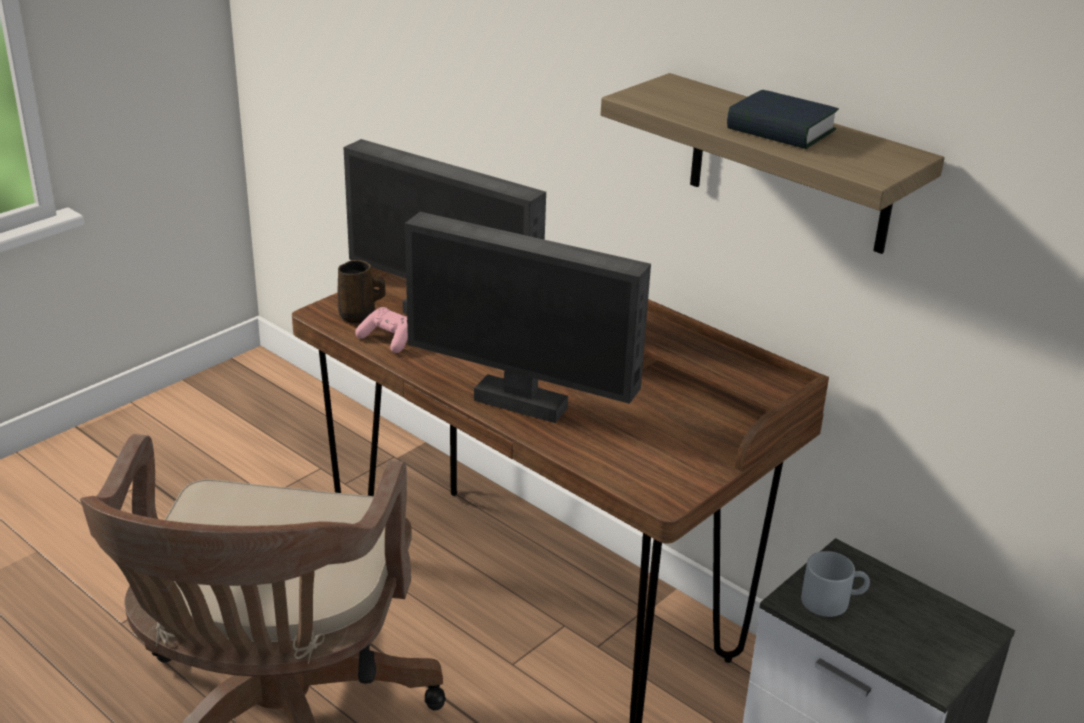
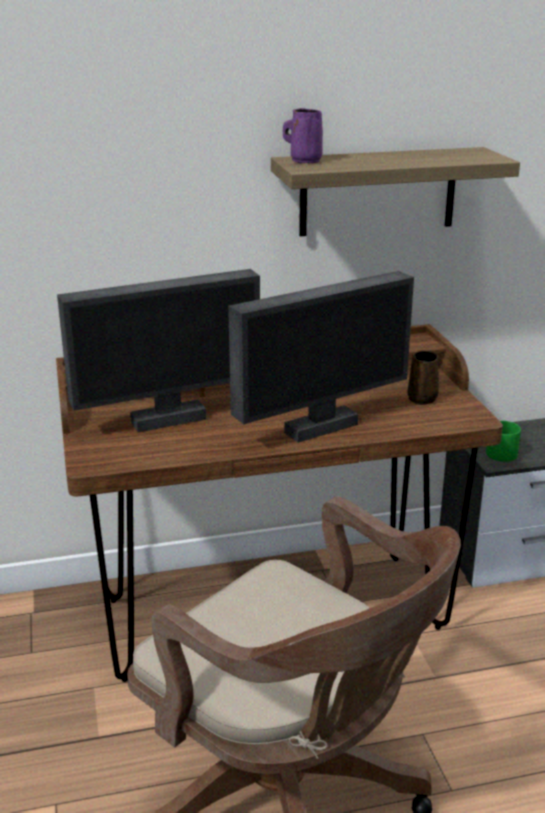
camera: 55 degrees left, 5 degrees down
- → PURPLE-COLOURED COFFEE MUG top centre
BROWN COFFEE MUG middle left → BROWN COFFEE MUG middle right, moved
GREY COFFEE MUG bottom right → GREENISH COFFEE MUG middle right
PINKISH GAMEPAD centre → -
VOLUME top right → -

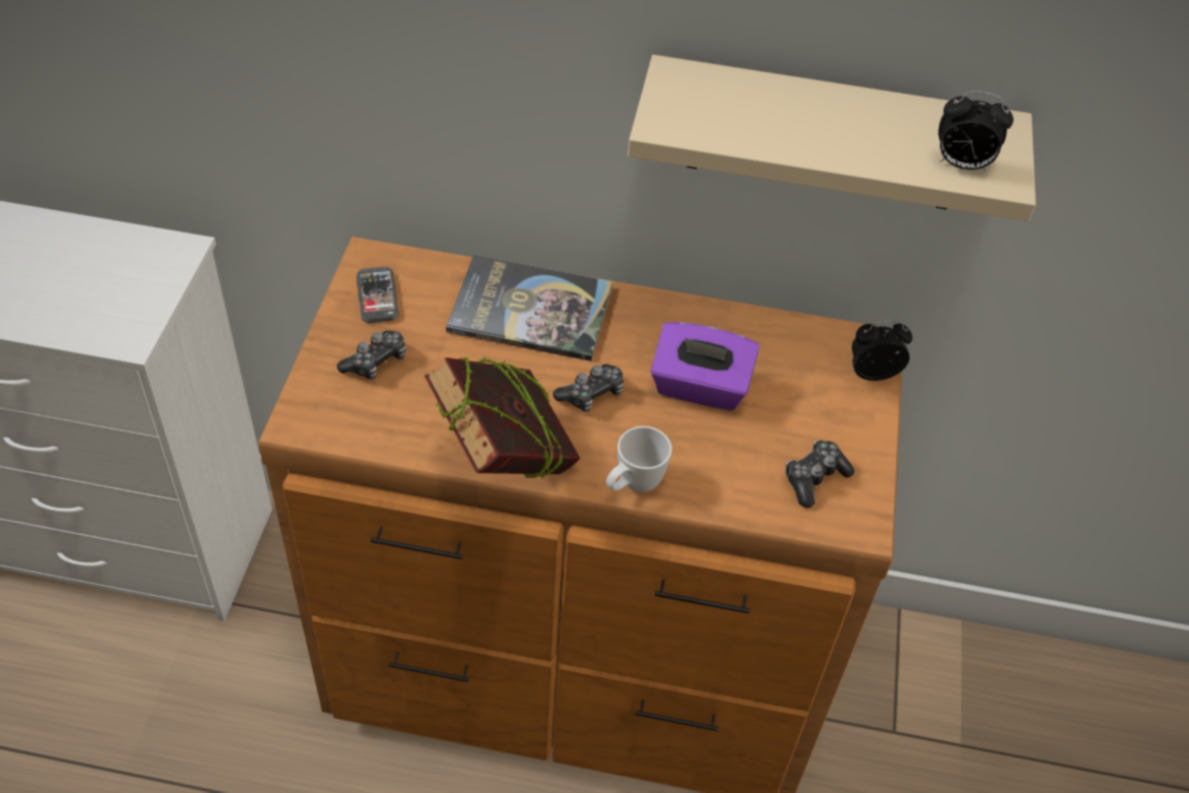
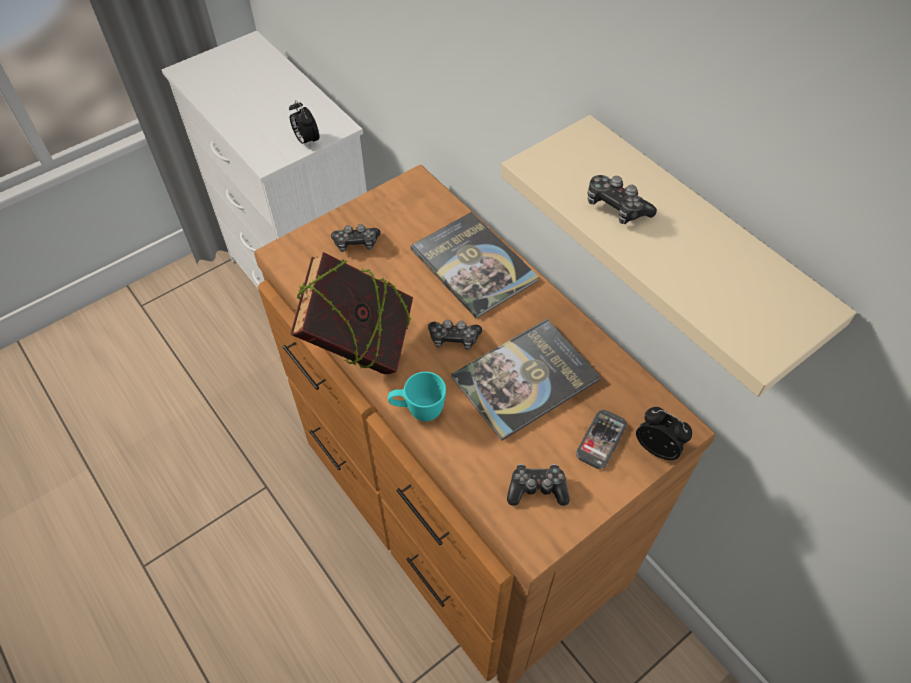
camera: 45 degrees right, 5 degrees up
BEDSIDE CLOCK (2nd from left in the first image) top right → BEDSIDE CLOCK (1st from left) top centre, moved
WHITE-COLOURED COFFEE MUG centre → BLUE-GREEN COFFEE MUG centre
PURPLE-COLOURED TISSUE BOX centre → VOLUME (3rd from left) centre
TELEPHONE middle left → TELEPHONE centre, moved
- → GAMEPAD (4th from left) top right

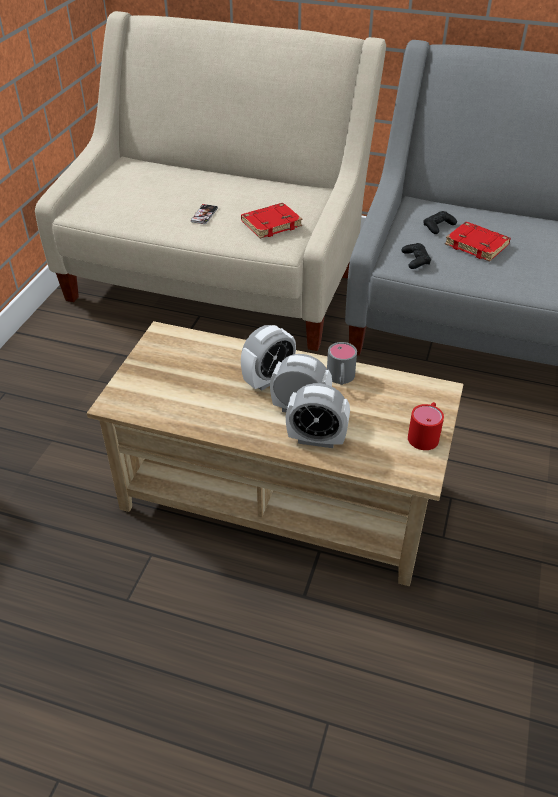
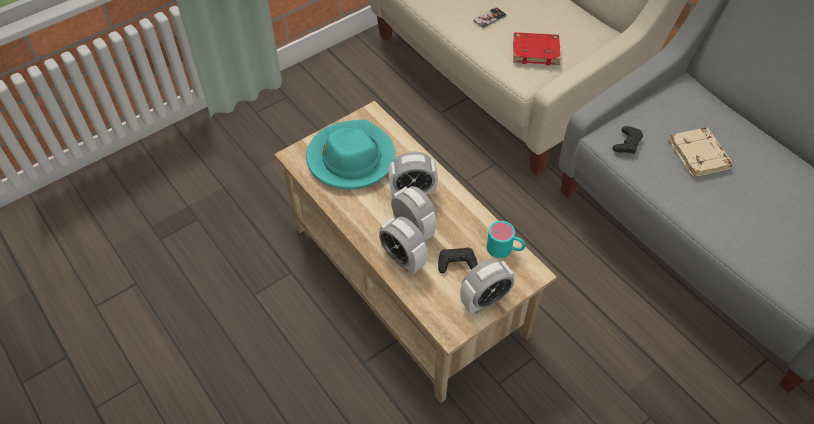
camera: 35 degrees right, 10 degrees up
- → BLUE-GREEN WEARABLE HAT centre
BLACKISH GAMEPAD (2nd from left in the first image) top right → BLACKISH GAMEPAD (1st from left) centre, moved
RED COFFEE MUG middle right → BEDSIDE CLOCK (4th from left) bottom centre
- → BLUE-GREEN COFFEE MUG centre
RED VOLUME (2nd from left) top right → BEIGE VOLUME middle right
GREY COFFEE MUG centre → -

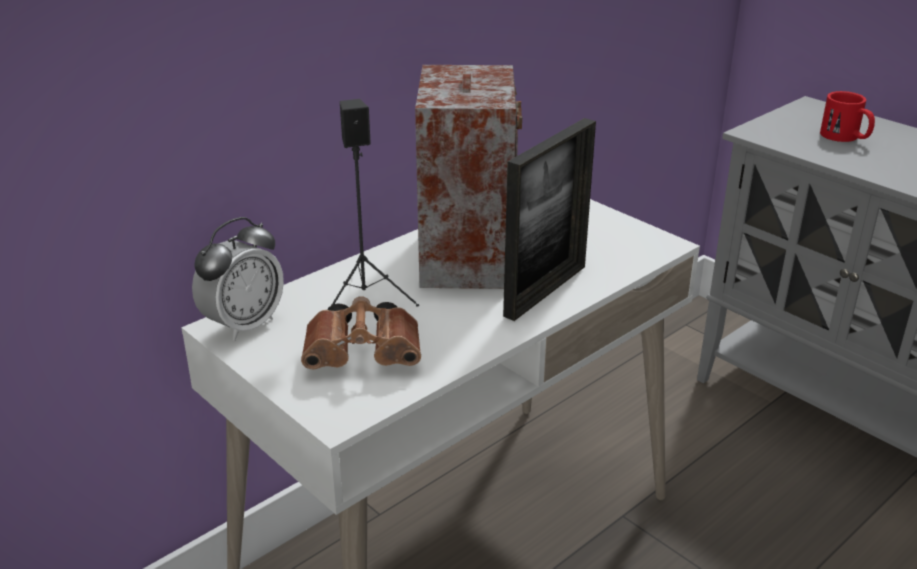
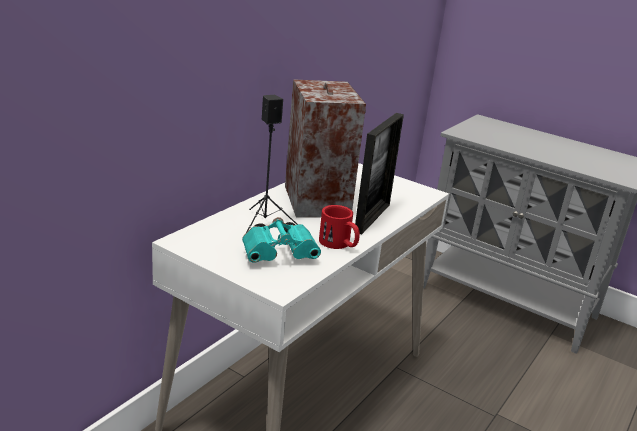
camera: 15 degrees left, 5 degrees down
BROWN FIELD GLASSES centre → BLUE-GREEN FIELD GLASSES centre
RED COFFEE MUG top right → RED COFFEE MUG centre, moved
BEDSIDE CLOCK middle left → -

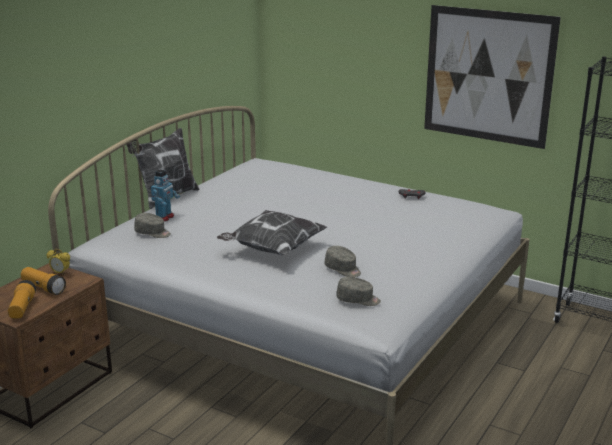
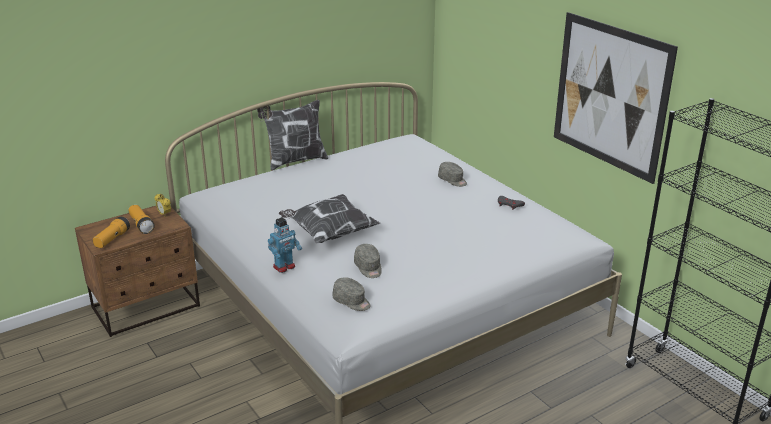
camera: 25 degrees right, 5 degrees up
TOY ROBOT middle left → TOY ROBOT centre, moved
GREY BASEBALL CAP (1st from left in the first image) middle left → GREY BASEBALL CAP (3rd from left) centre, moved

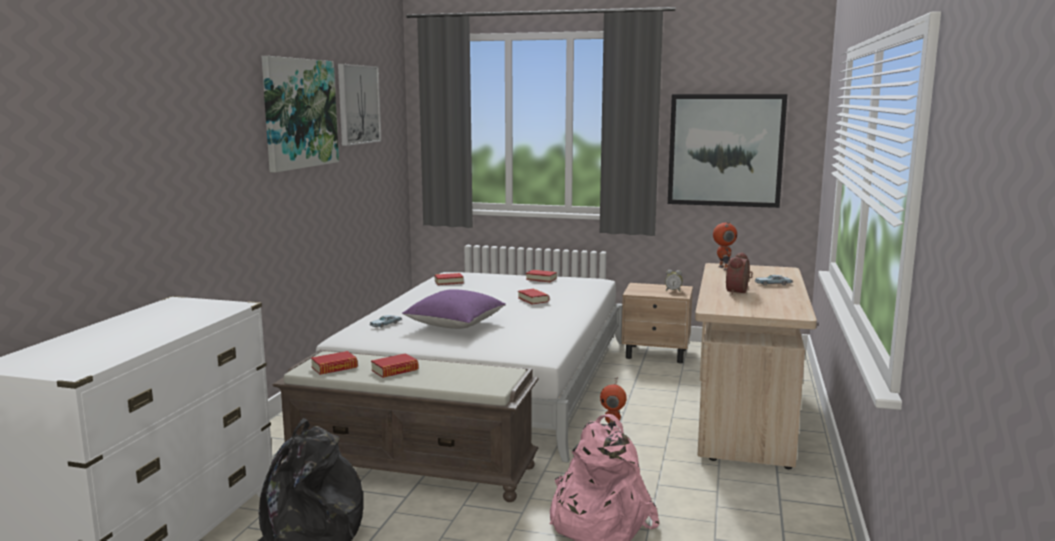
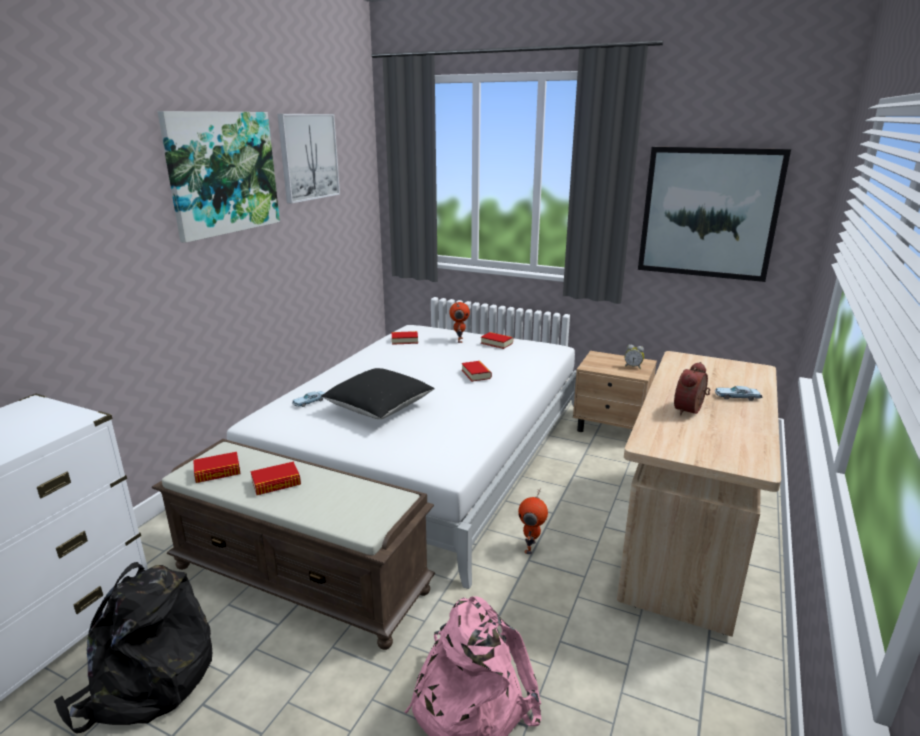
camera: 10 degrees right, 10 degrees up
PURPLE-COLOURED PILLOW centre → BLACKISH PILLOW centre
TOY ROBOT (2nd from left in the first image) middle right → TOY ROBOT (1st from left) centre, moved

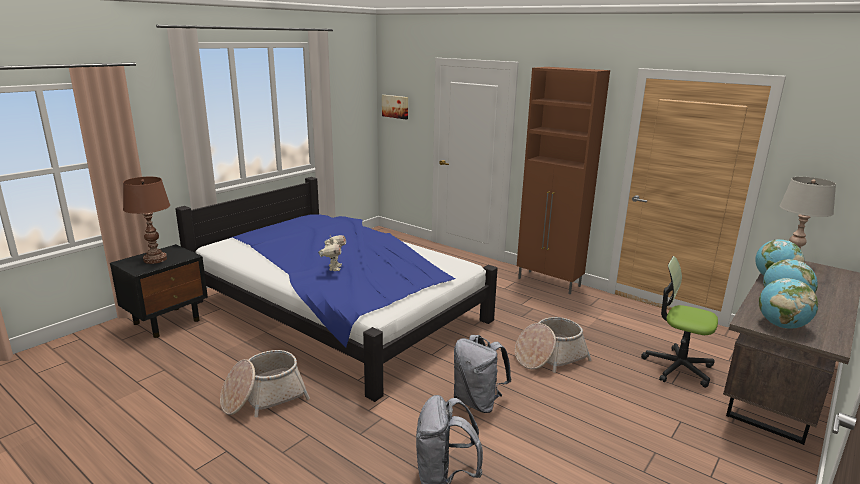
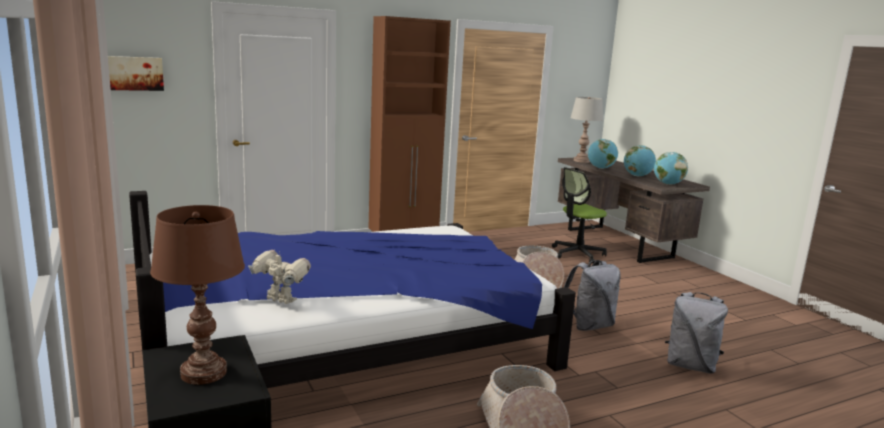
camera: 65 degrees left, 5 degrees down
TOY ROBOT centre → TOY ROBOT middle left, moved

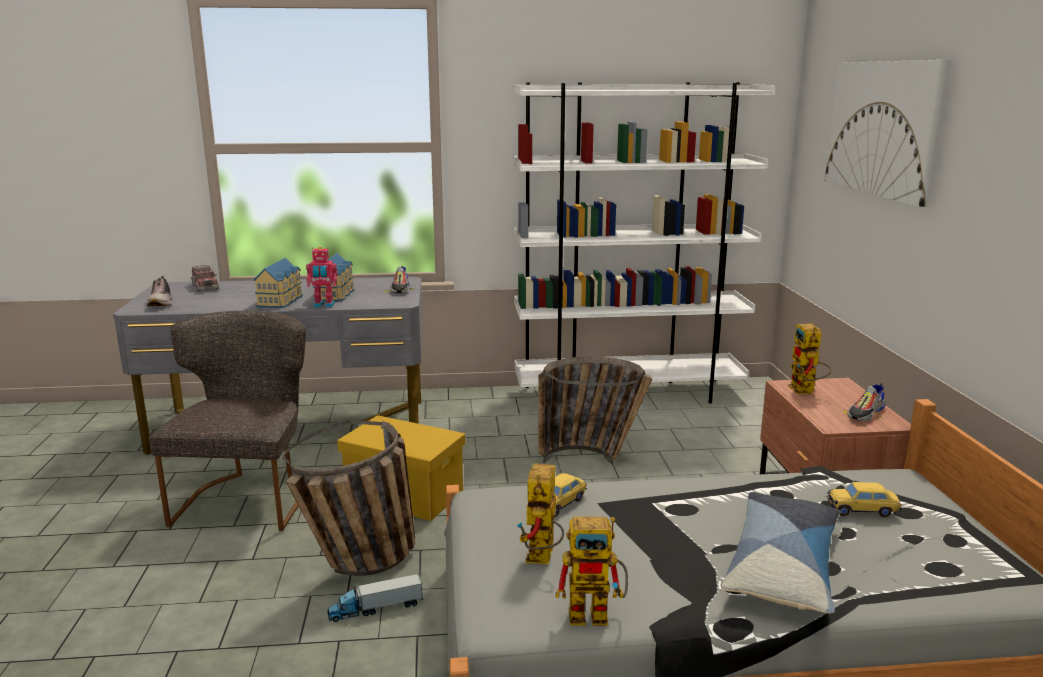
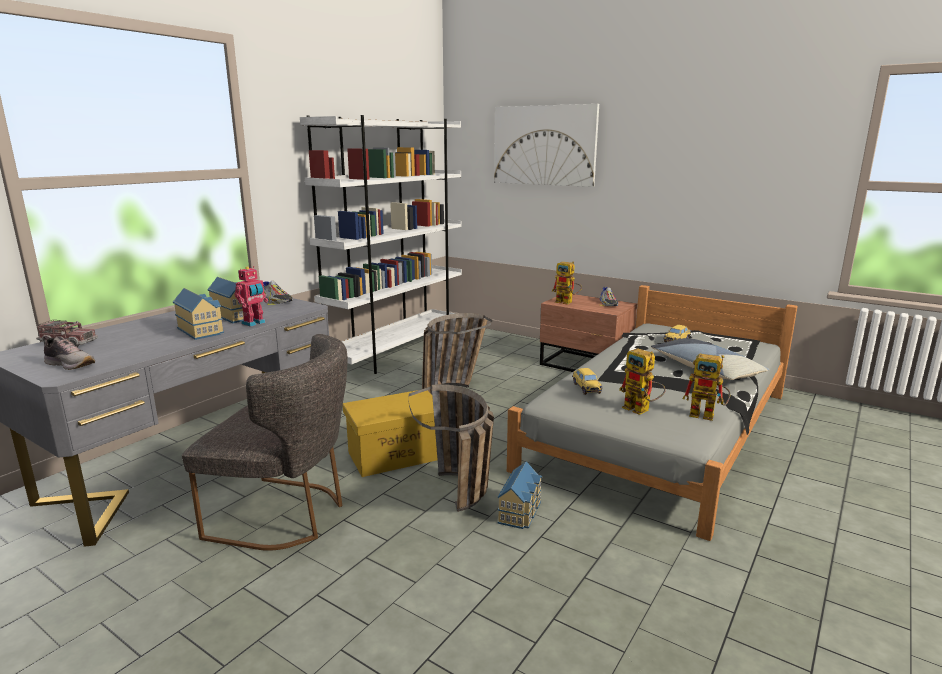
camera: 50 degrees left, 0 degrees up
GREY PLAIN CHAIR middle left, 150 degrees clockwise
TOY LORRY (2nd from left) bottom centre → MINIATURE HOUSE (3rd from left) bottom centre
TOY ROBOT (3rd from left in the first image) bottom centre → TOY ROBOT (4th from left) middle right, 75 degrees clockwise

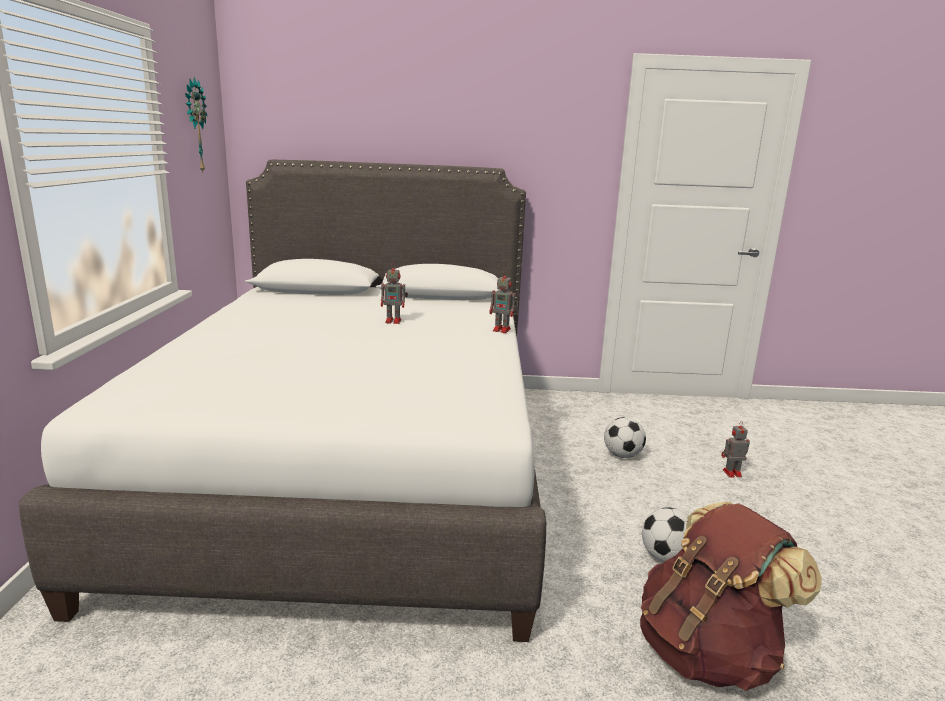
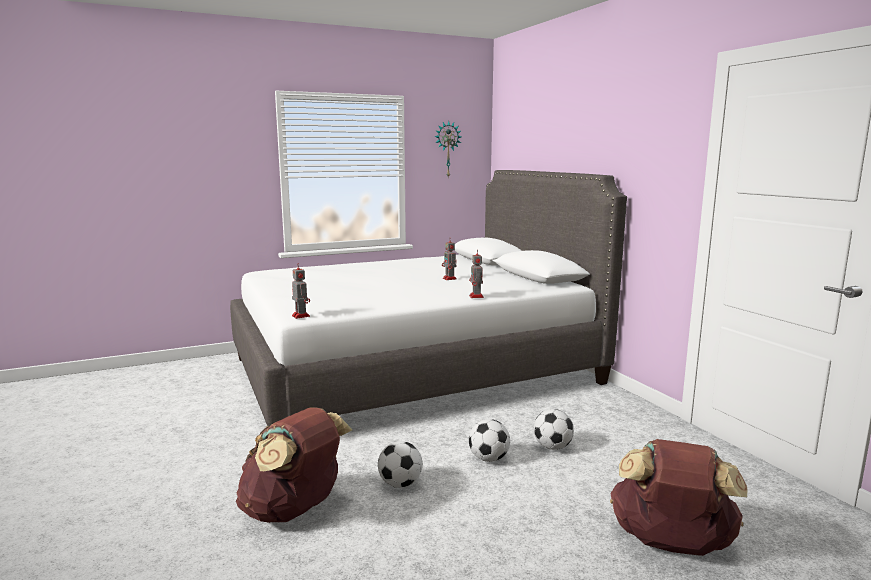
camera: 65 degrees right, 5 degrees down
TOY ROBOT (3rd from left in the first image) middle right → TOY ROBOT (1st from left) centre, moved
- → FOOTBALL (2nd from left) bottom centre
- → BROWN RUCKSACK (2nd from left) bottom right

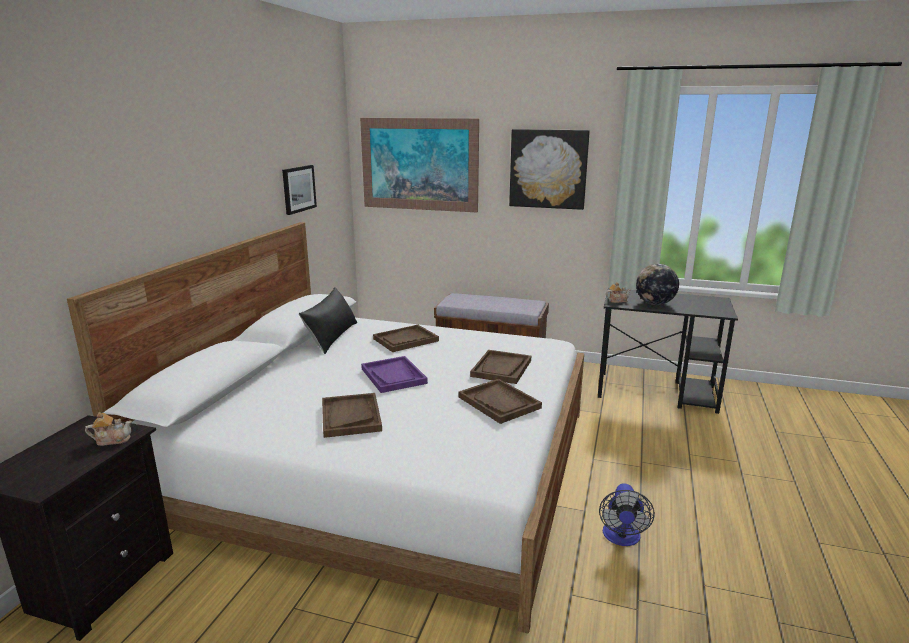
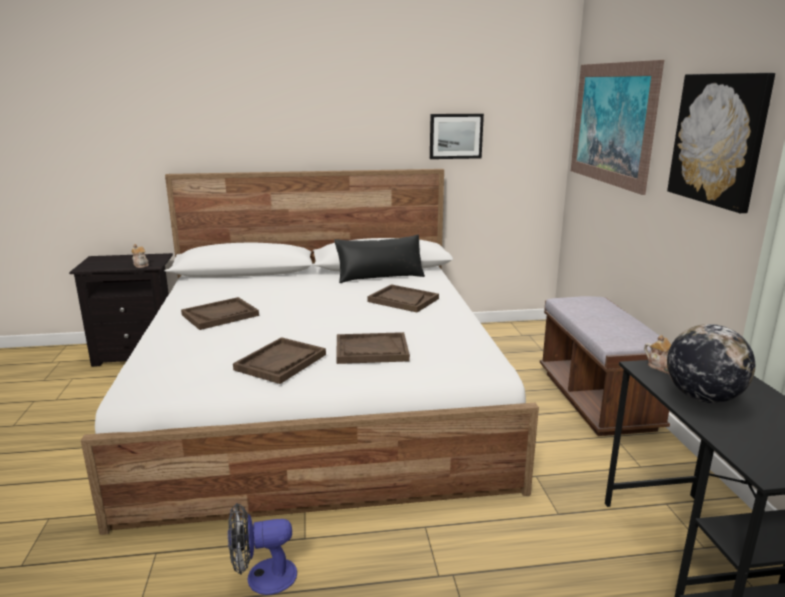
camera: 65 degrees right, 0 degrees up
PURPLE-COLOURED SERVING TRAY centre → -

